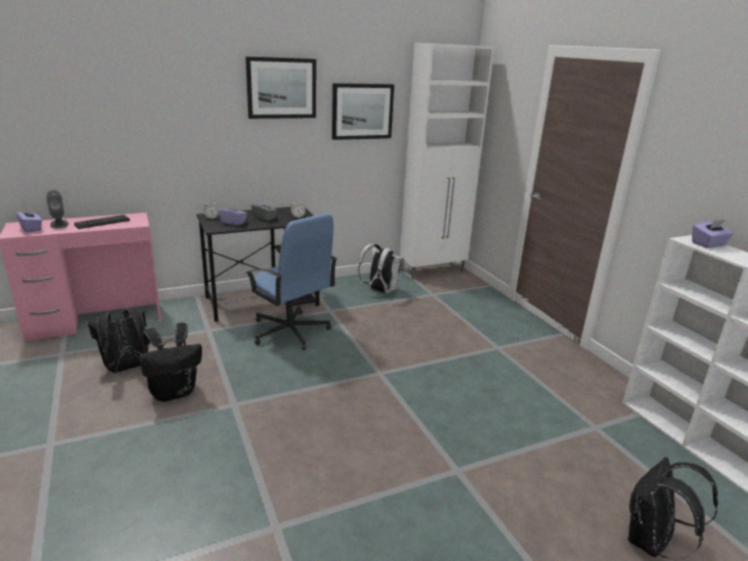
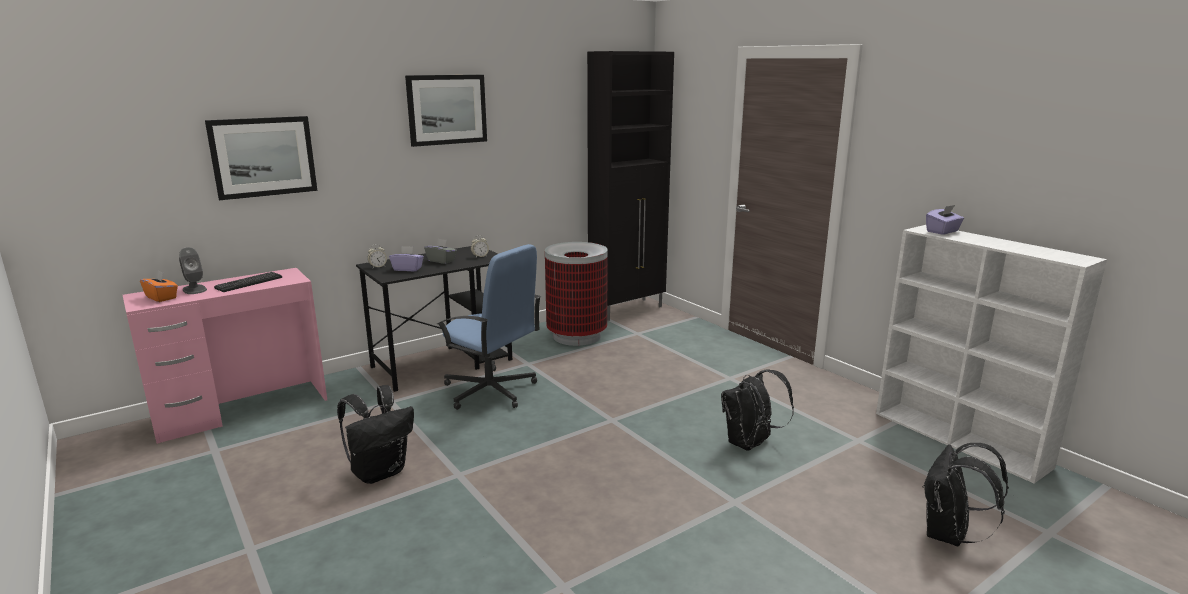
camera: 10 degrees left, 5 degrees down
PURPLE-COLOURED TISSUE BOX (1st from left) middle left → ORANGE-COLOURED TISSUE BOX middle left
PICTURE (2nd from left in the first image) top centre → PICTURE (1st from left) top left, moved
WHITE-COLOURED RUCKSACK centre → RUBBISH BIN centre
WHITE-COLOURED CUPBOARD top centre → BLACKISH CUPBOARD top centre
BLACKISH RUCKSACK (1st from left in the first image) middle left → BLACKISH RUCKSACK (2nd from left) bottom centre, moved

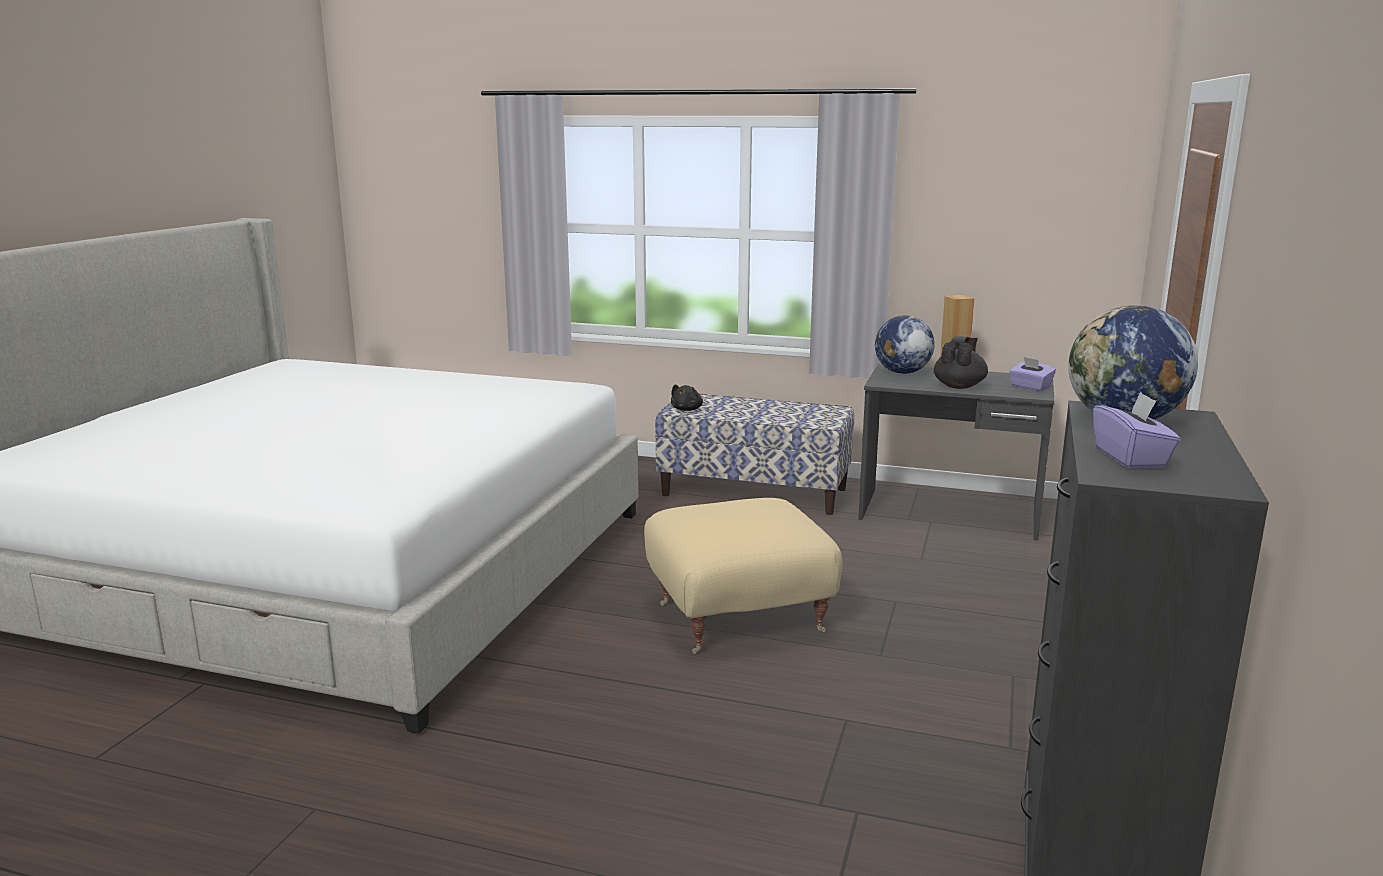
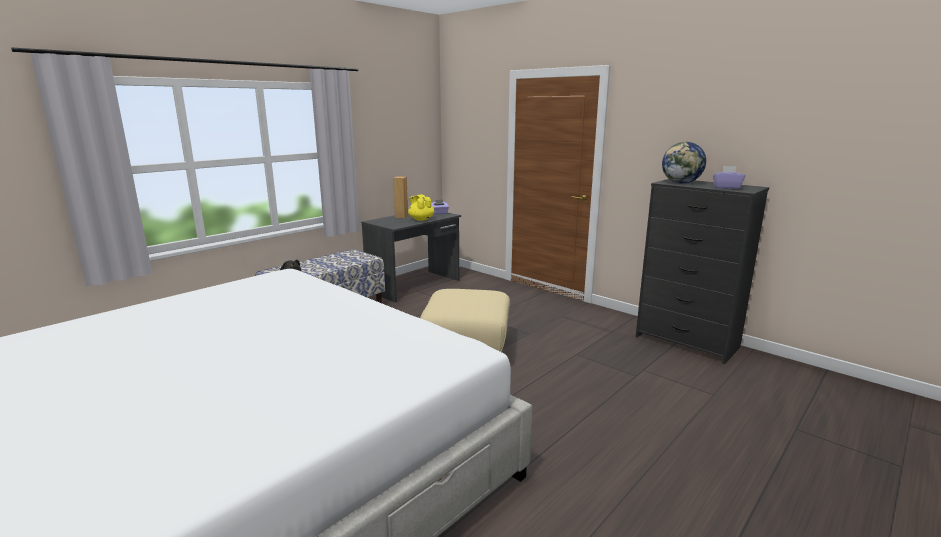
camera: 65 degrees left, 0 degrees up
BLACKISH POT FOR TEA middle right → YELLOW-COLOURED POT FOR TEA centre
GLOBE (1st from left) centre → -

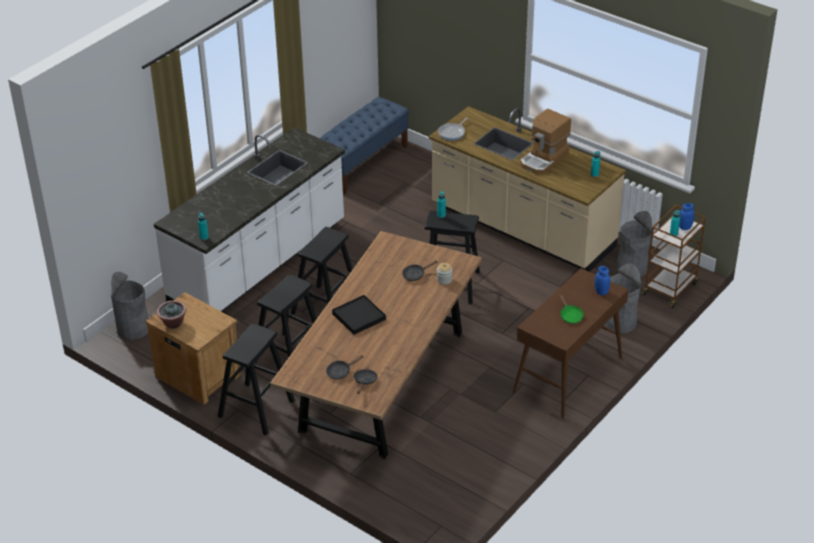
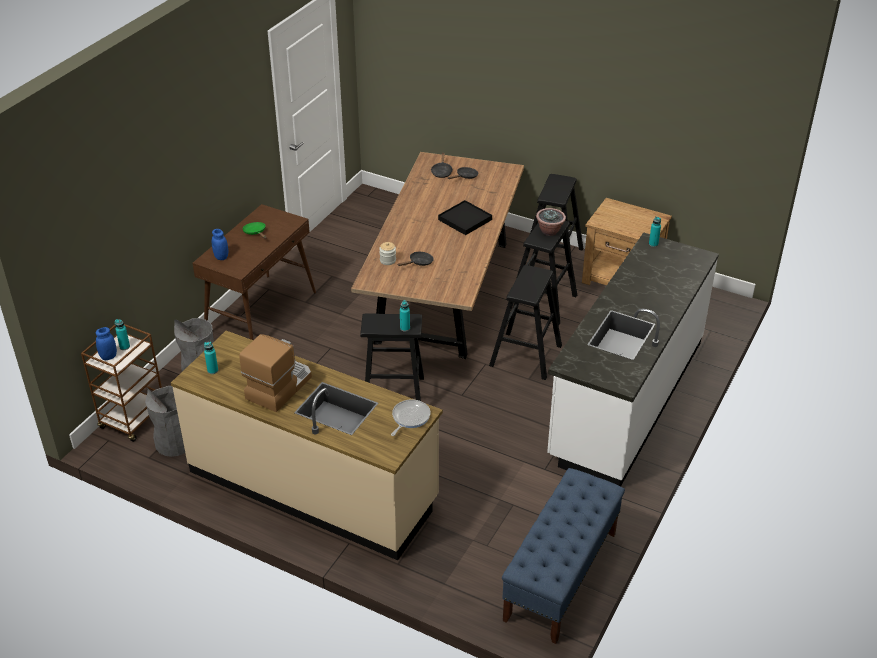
camera: 170 degrees right, 0 degrees up
HOUSEPLANT middle left → HOUSEPLANT centre, moved
GREY RUBBISH BIN (1st from left) middle left → -

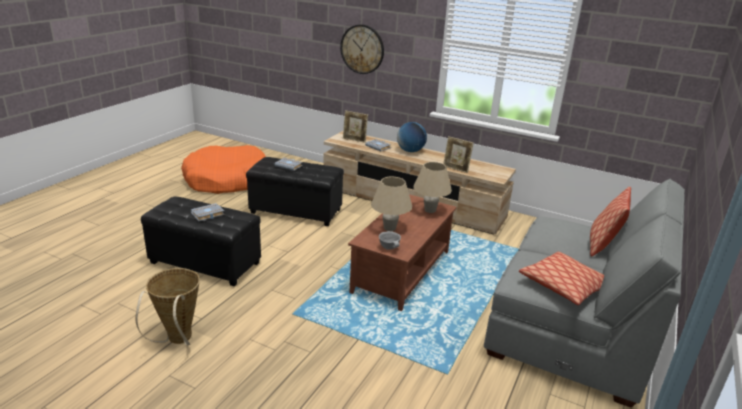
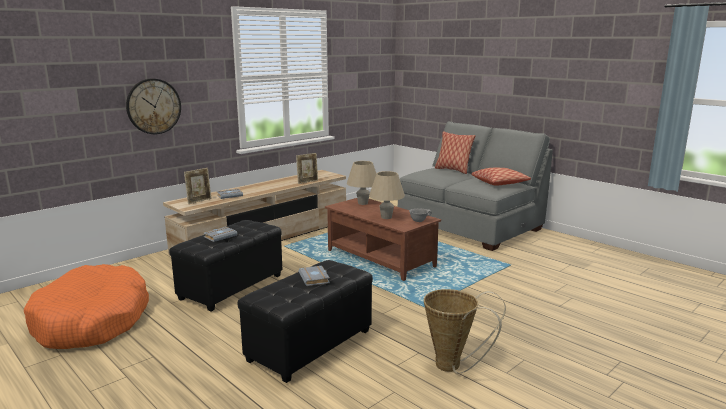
camera: 70 degrees left, 10 degrees down
GLOBE centre → -

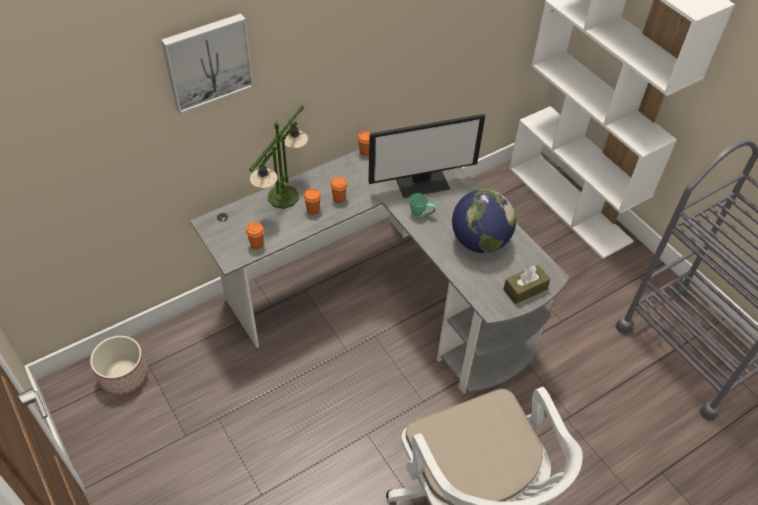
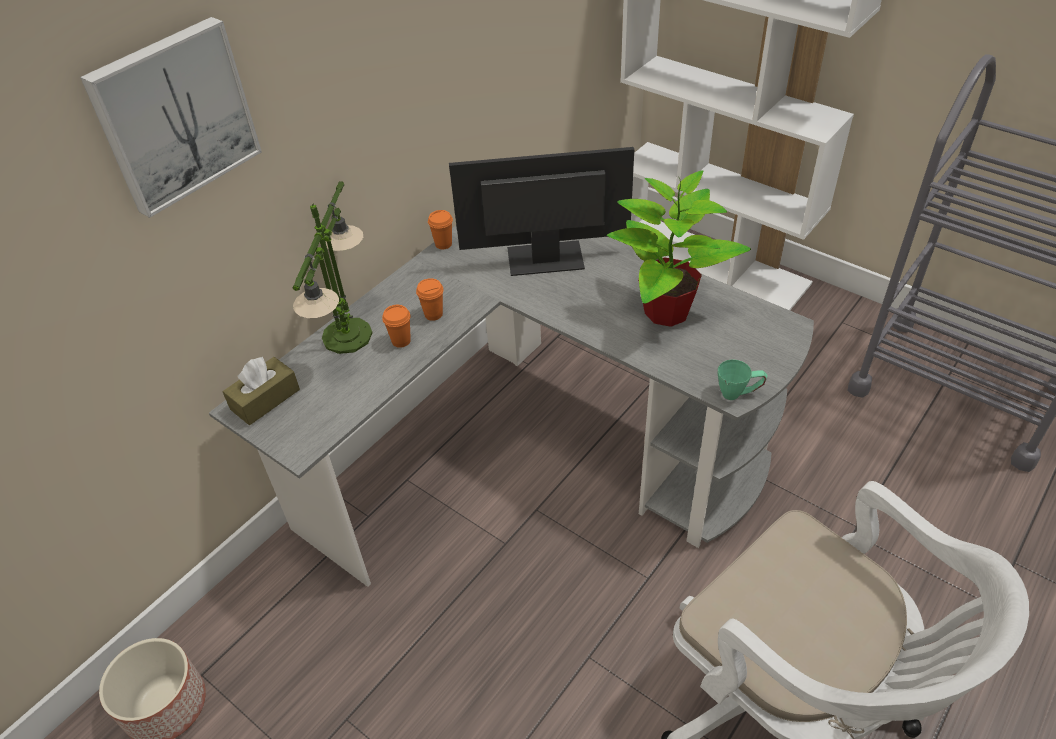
camera: 15 degrees left, 5 degrees down
BROWN TISSUE BOX middle right → BROWN TISSUE BOX middle left, moved
COMPUTER SCREEN top centre, 150 degrees counterclockwise
GLOBE centre → HOUSEPLANT centre
GREENISH COFFEE MUG centre → GREENISH COFFEE MUG middle right, moved
ORANGE-COLOURED CUP (1st from left) centre → -

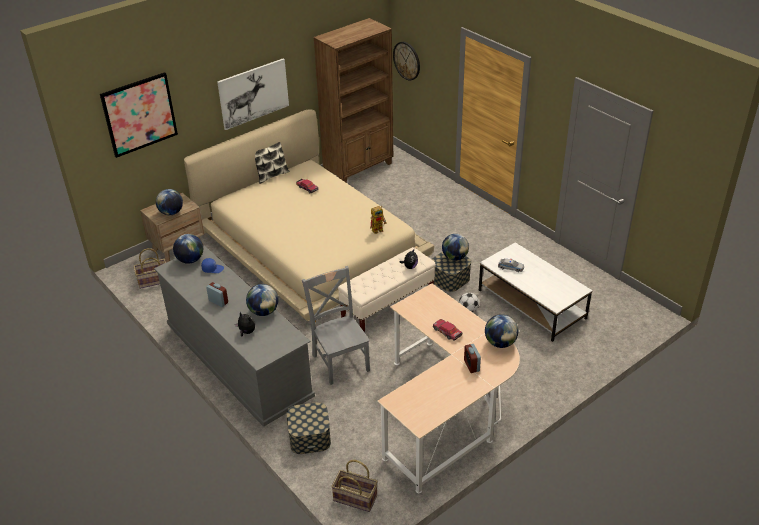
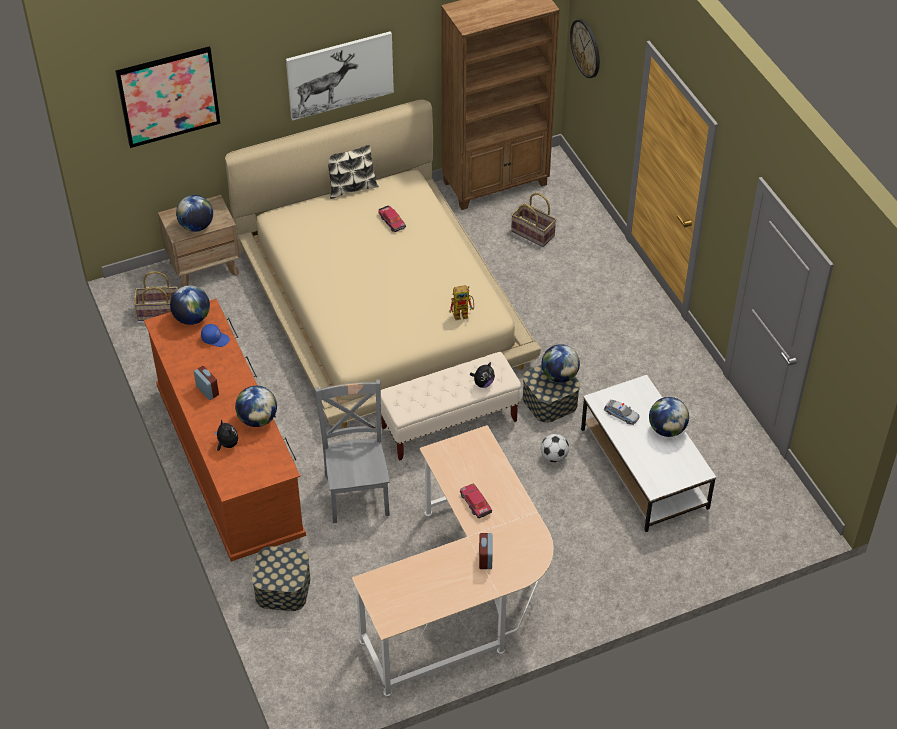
camera: 15 degrees right, 10 degrees up
GREY CHEST OF DRAWERS middle left → BROWN CHEST OF DRAWERS middle left
BASKET (2nd from left) bottom centre → BASKET (2nd from left) top centre, moved
GLOBE (5th from left) centre → GLOBE (5th from left) middle right, moved

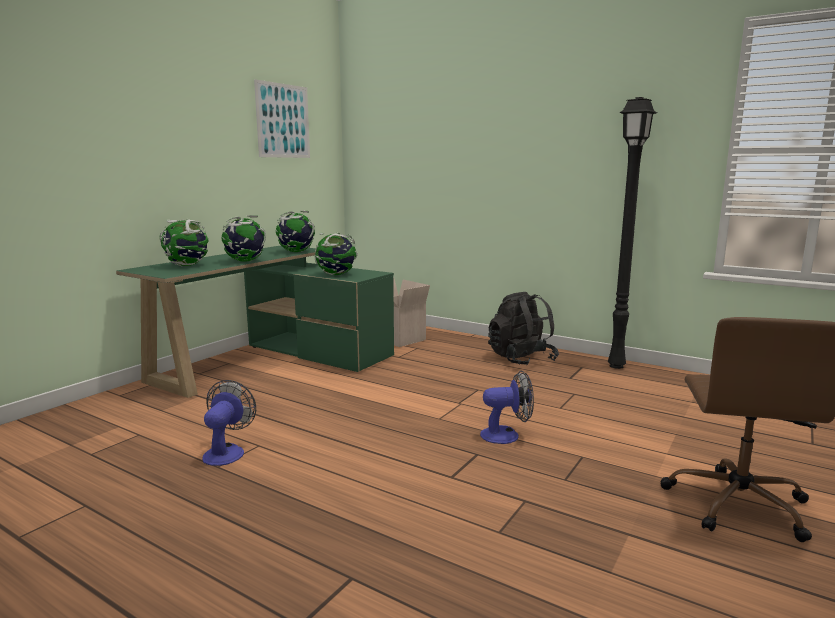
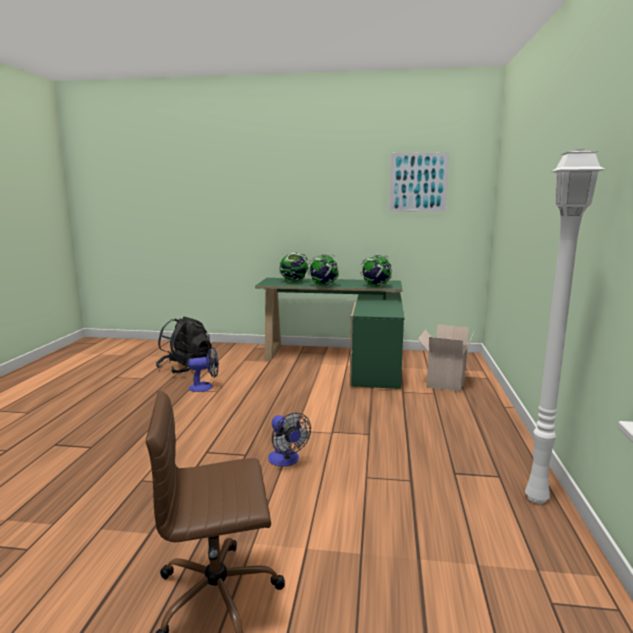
camera: 65 degrees right, 0 degrees up
BLACKISH RUCKSACK centre → BLACKISH RUCKSACK middle left, moved
BLACKISH STANDING LAMP middle right → WHITE-COLOURED STANDING LAMP middle right
GLOBE (4th from left) centre → -

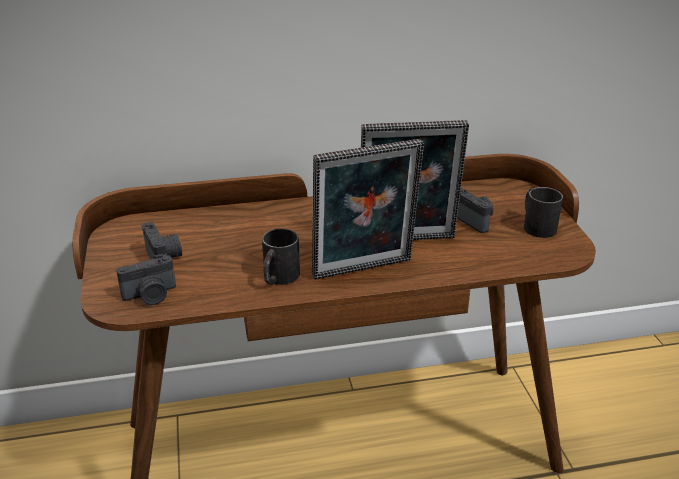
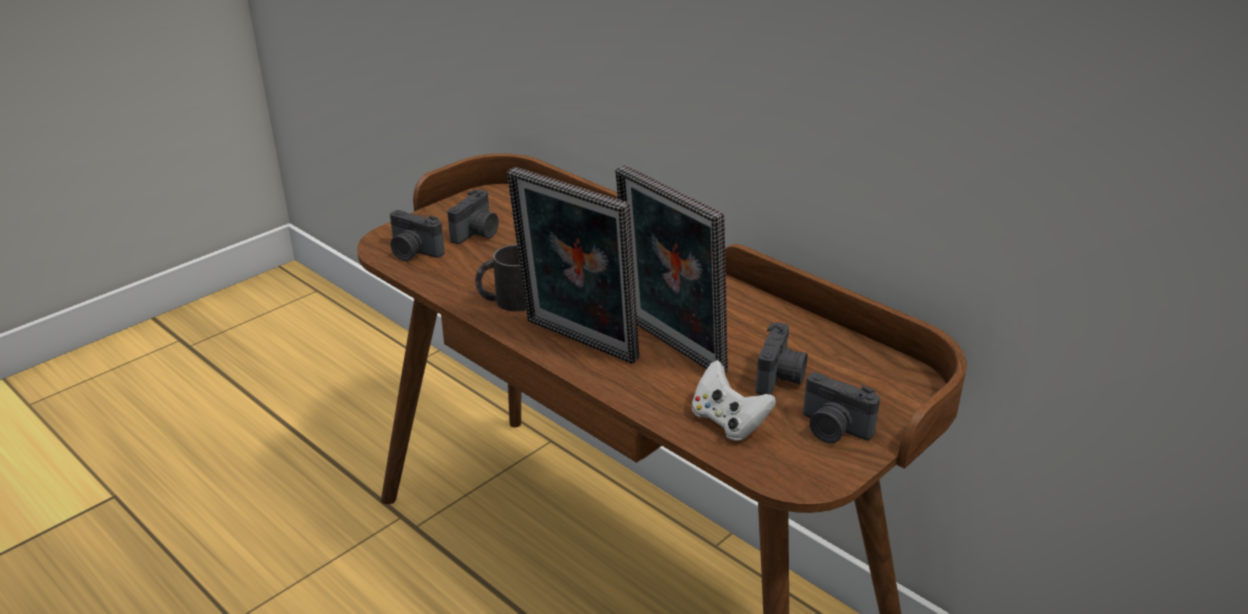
camera: 55 degrees right, 0 degrees up
- → WHITE-COLOURED GAMEPAD centre
BLACKISH COFFEE MUG (2nd from left) middle right → PHOTO CAMERA (4th from left) middle right

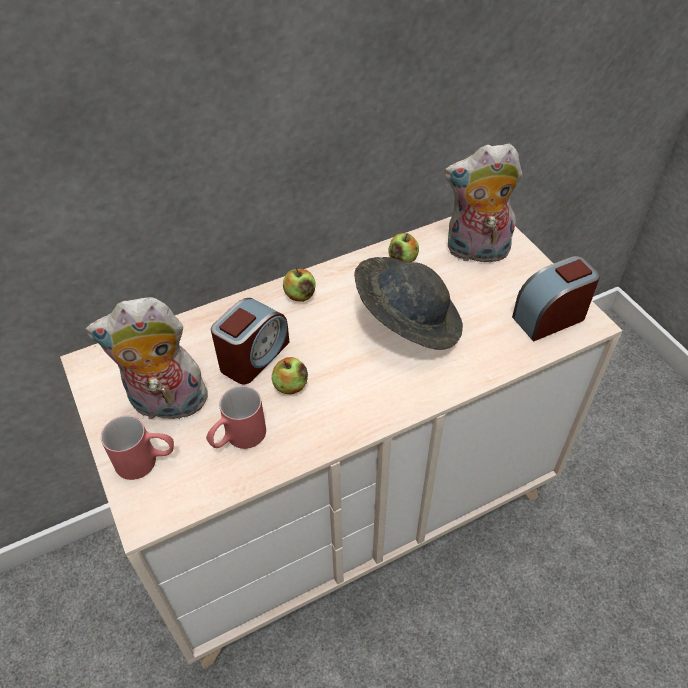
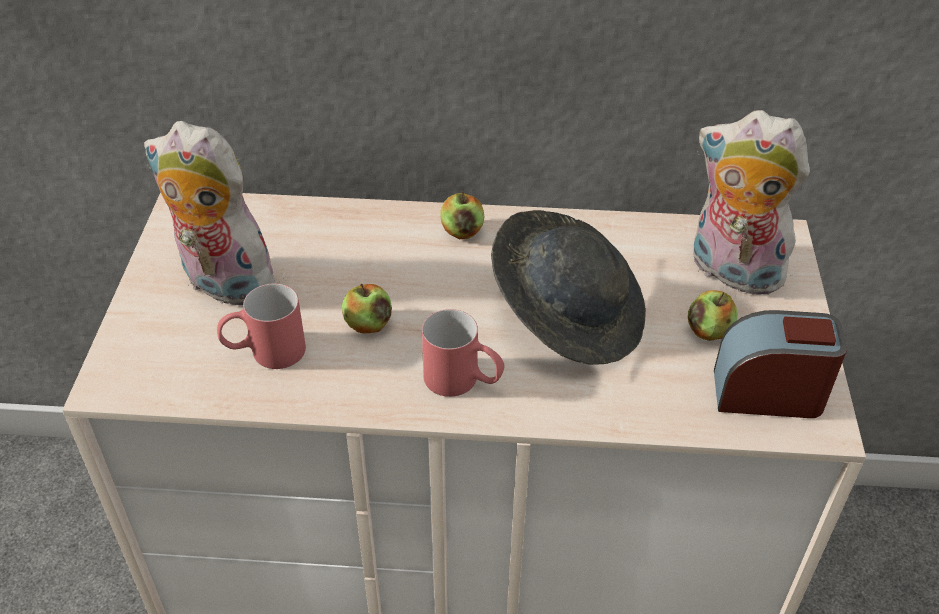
camera: 30 degrees right, 5 degrees down
RED COFFEE MUG (1st from left in the first image) middle left → RED COFFEE MUG (2nd from left) centre, moved
APPLE FRUIT (3rd from left) centre → APPLE FRUIT (3rd from left) middle right, moved
BEDSIDE CLOCK (1st from left) centre → -

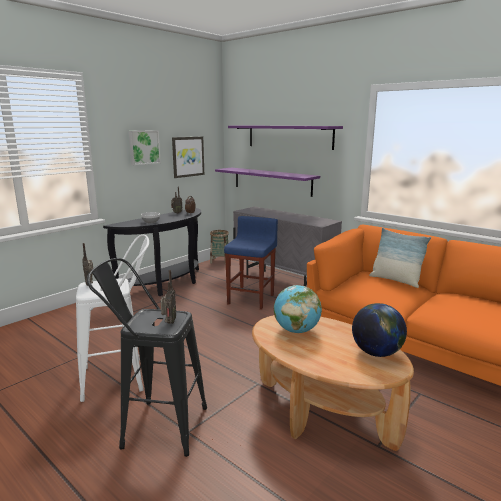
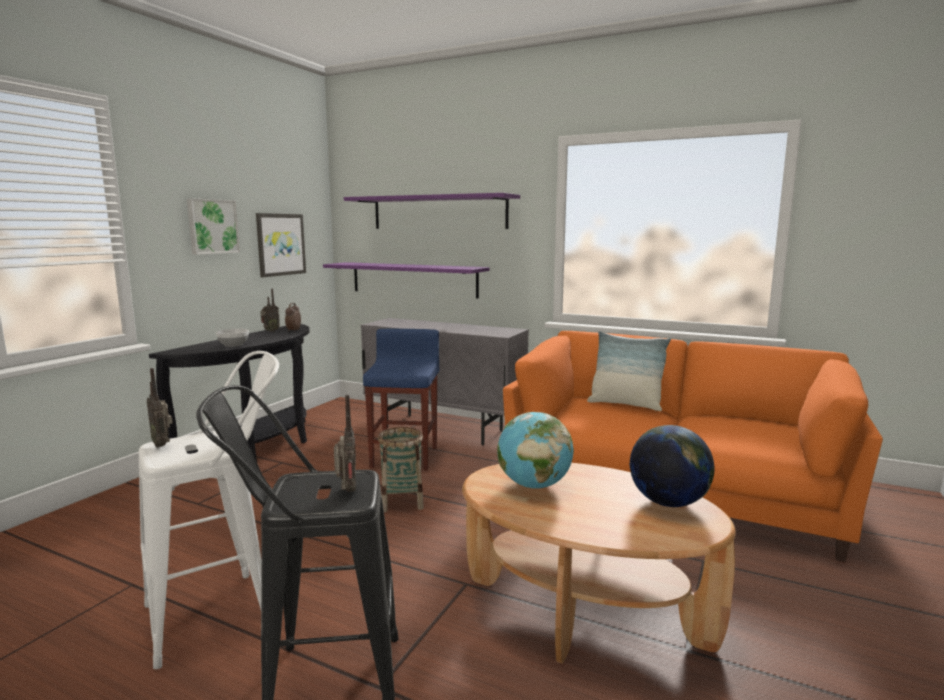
camera: 15 degrees left, 5 degrees down
BASKET centre → BASKET bottom centre, moved

